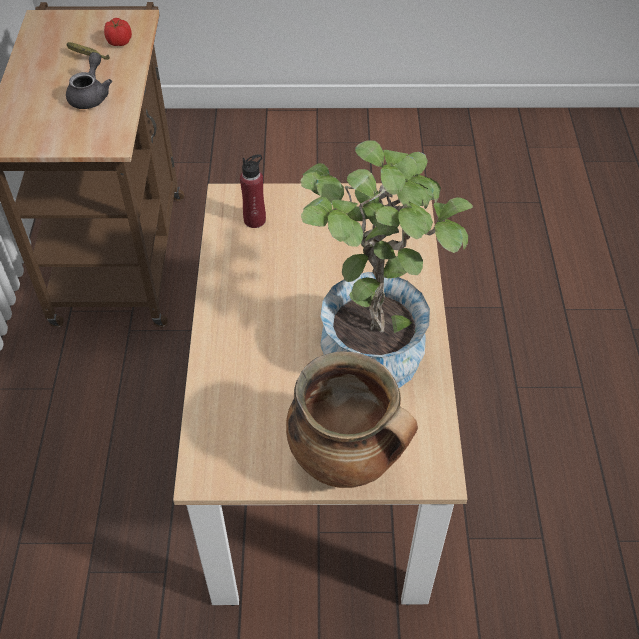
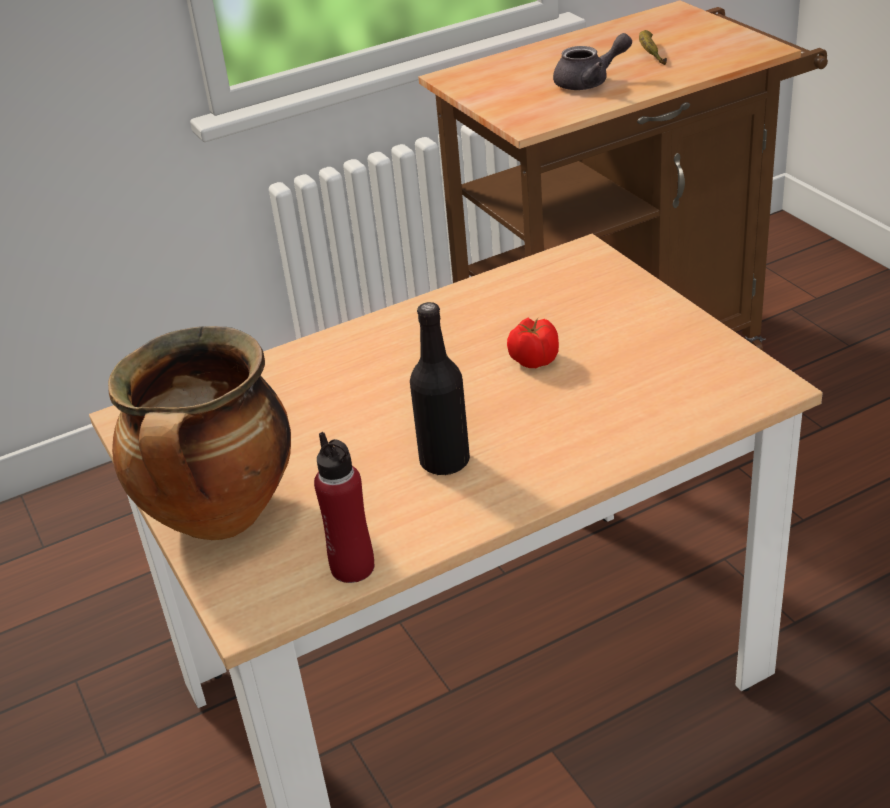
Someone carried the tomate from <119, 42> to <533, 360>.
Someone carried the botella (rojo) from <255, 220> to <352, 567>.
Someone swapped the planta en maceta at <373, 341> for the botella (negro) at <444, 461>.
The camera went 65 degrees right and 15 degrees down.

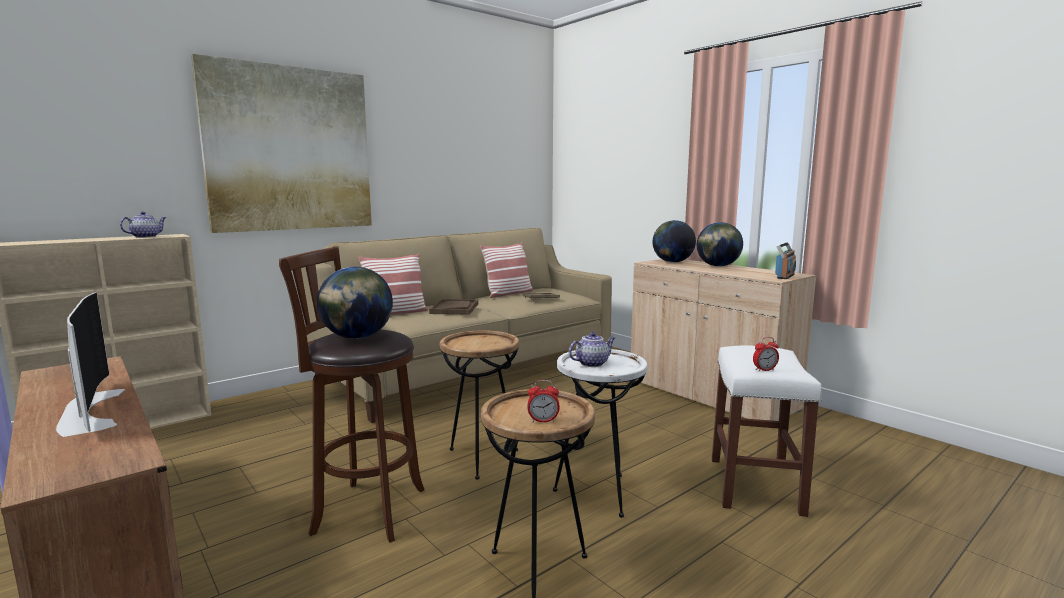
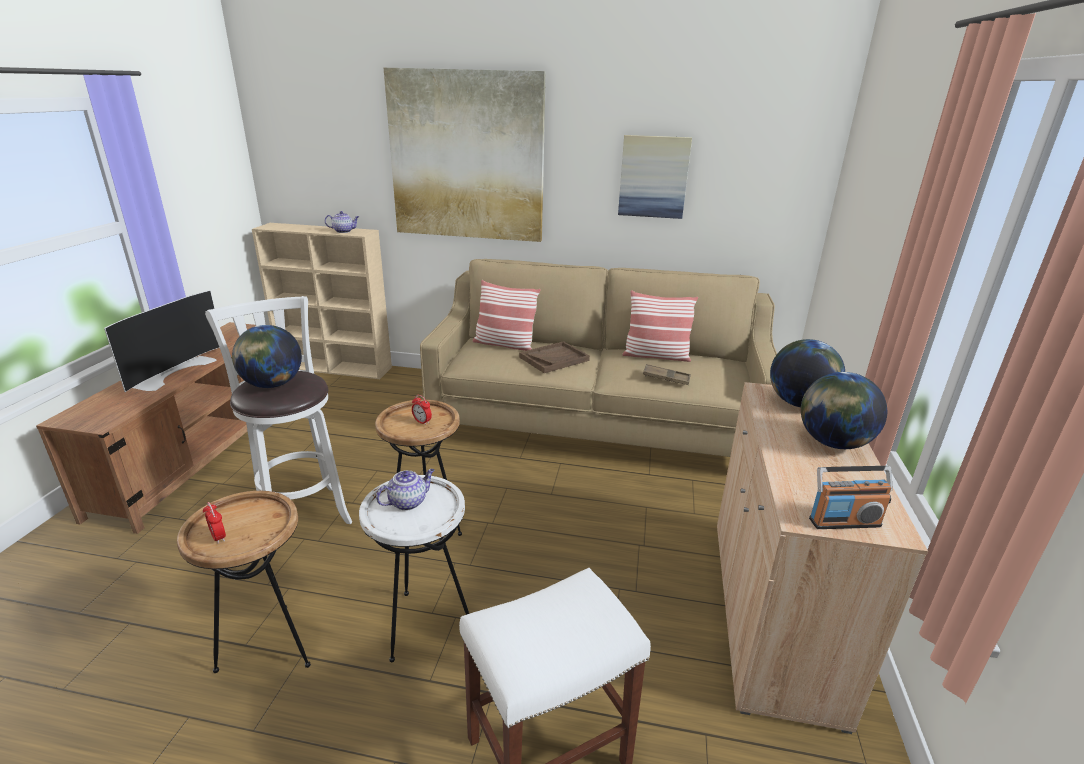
Someone repainted the taburete (marrón) at <363, 510>, which became the taburete (blanco) at <302, 513>.
Someone rotated the tetera at <592, 363> by 60 degrees counterclockwise.
Someone carried the despertador from <764, 370> to <422, 422>.
Someone put up the cuadro at <653, 177>.
The camera went 50 degrees right and 15 degrees up.

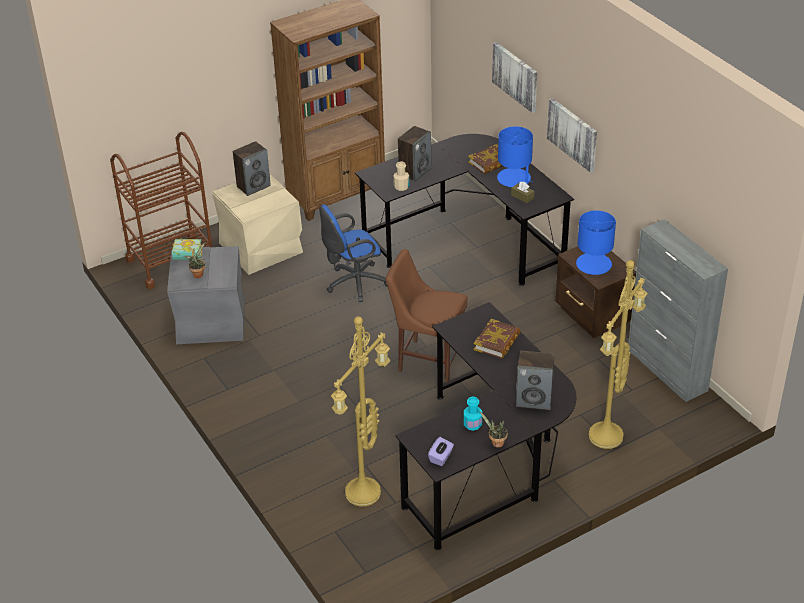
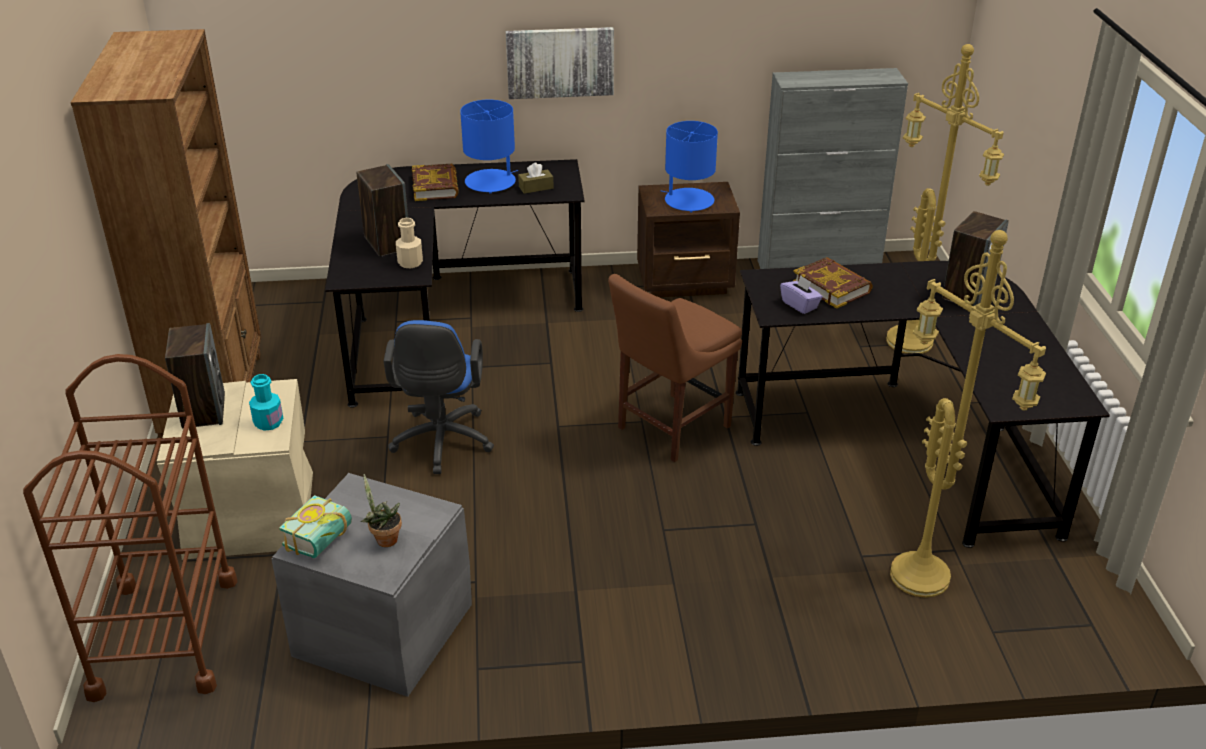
Someone carried the caja de pañuelos (morado) from <441, 457> to <800, 305>.
Someone carried the botella (turquesa) from <472, 424> to <268, 422>.
Someone took away the planta en maceta at <495, 443>.
Someone took away the cuadro at <516, 76>.
The camera went 65 degrees left and 5 degrees down.

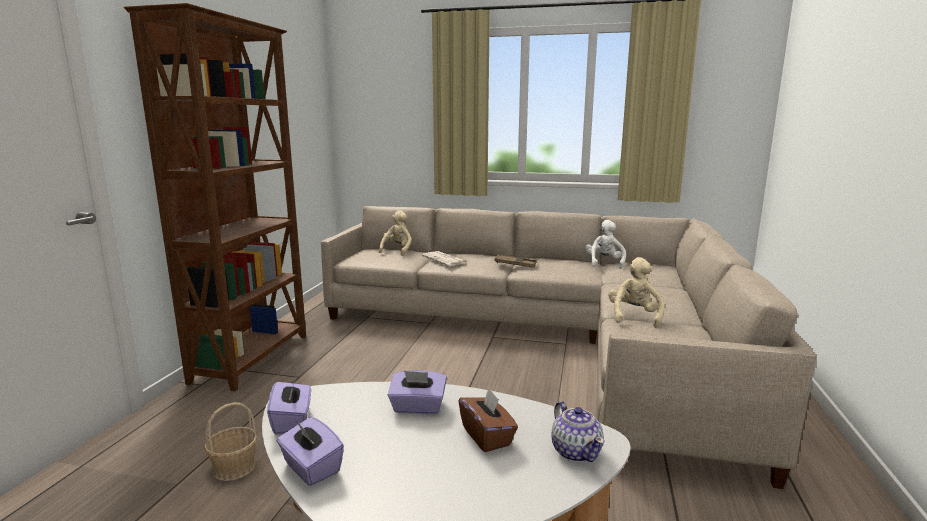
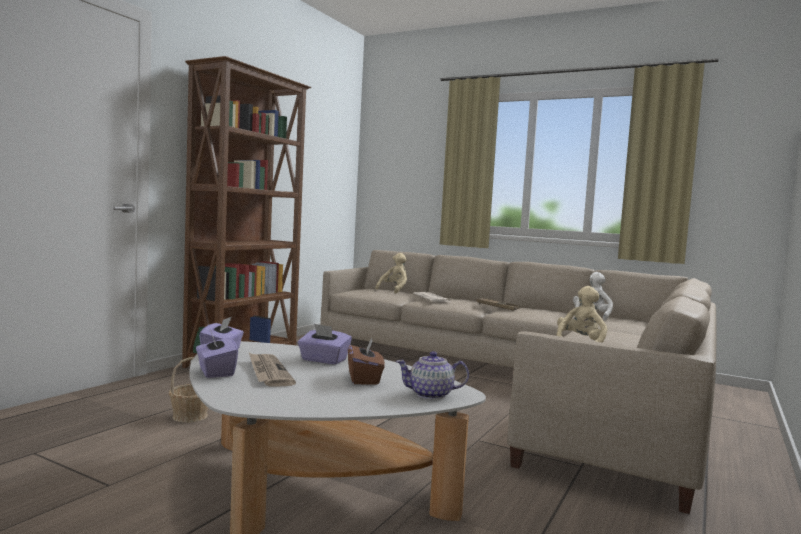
Someone rotated the tetera at <576, 451> by 90 degrees clockwise.
Someone put down the periódico at <268, 372>.
The camera went 15 degrees right and 10 degrees down.

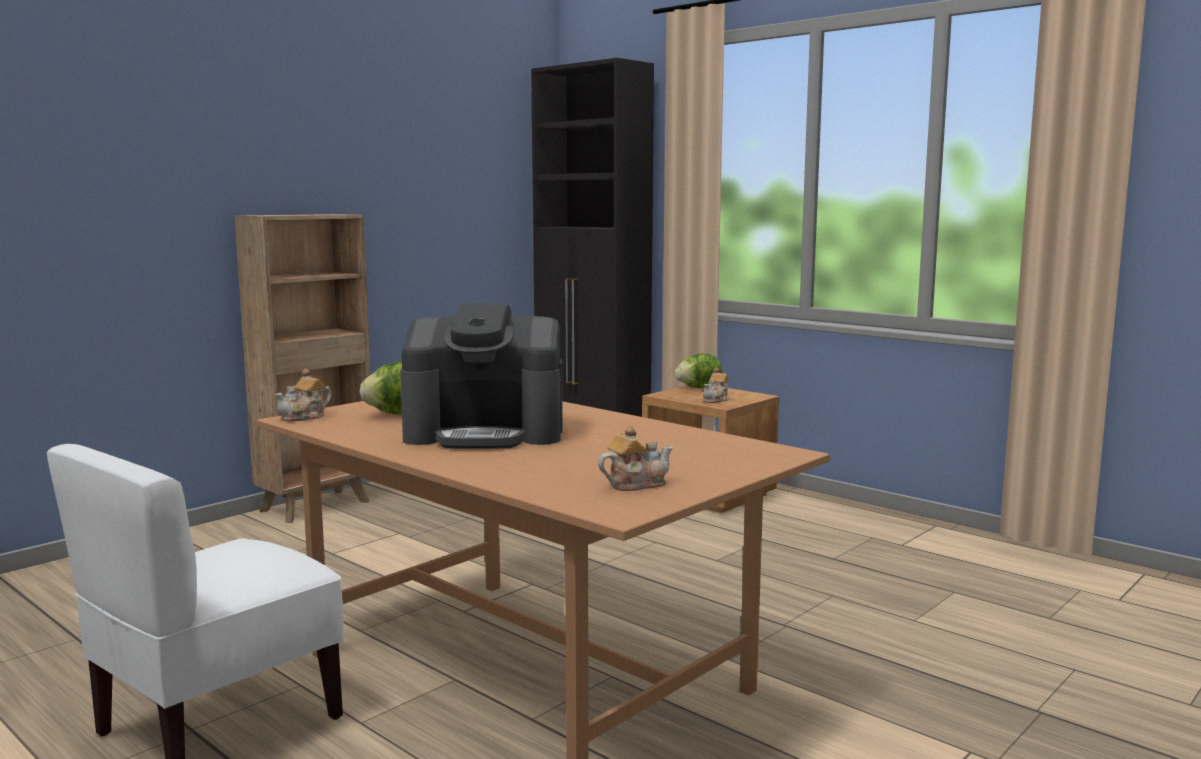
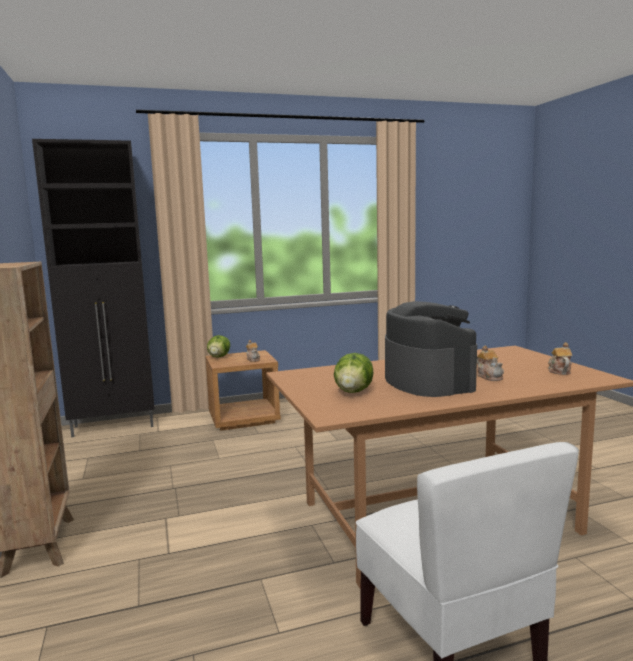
Someone carried the tetera from <305, 417> to <489, 377>.
Someone rotated the cafetera at <486, 433> by 45 degrees counterclockwise.
The camera went 60 degrees left and 0 degrees up.

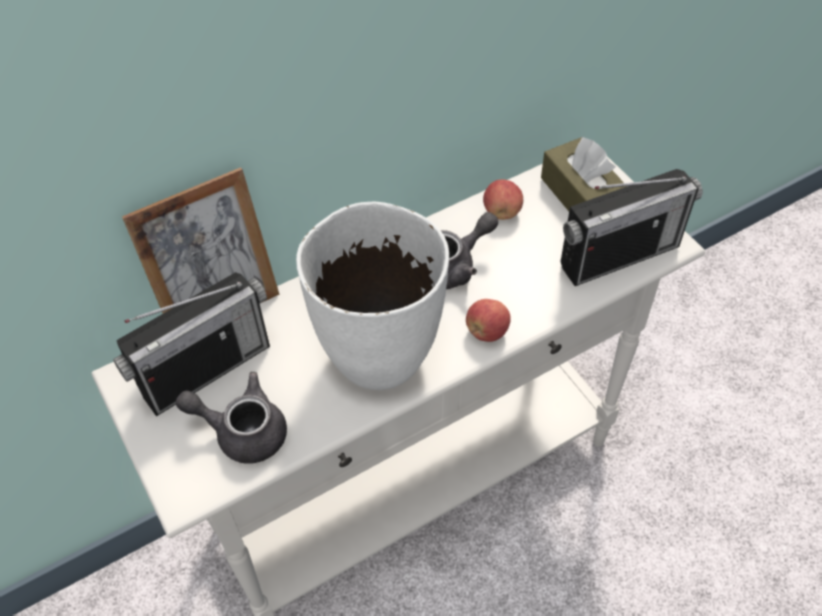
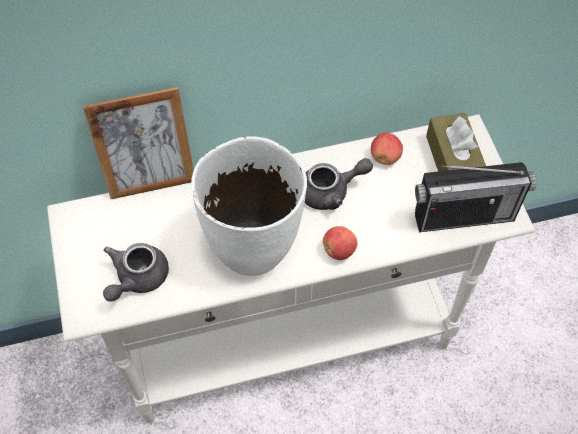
Someone took away the radio at <206, 369>.
Someone rotated the tetera (gris) at <242, 431> by 90 degrees counterclockwise.
The camera went 15 degrees right and 5 degrees up.

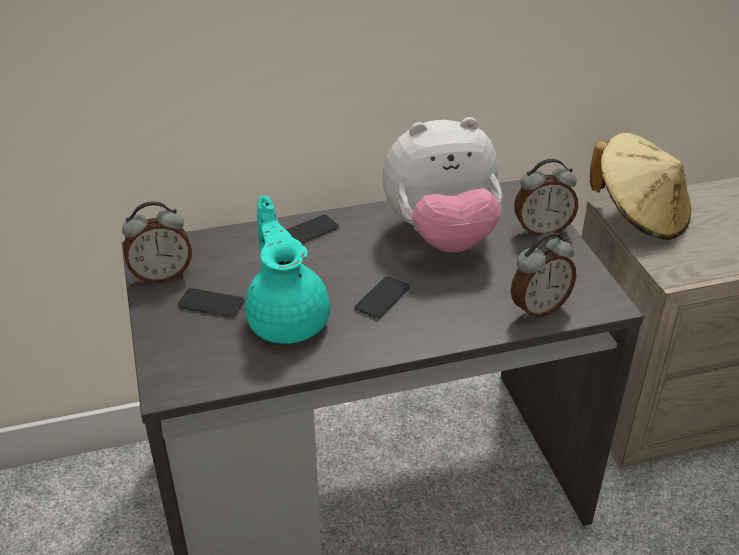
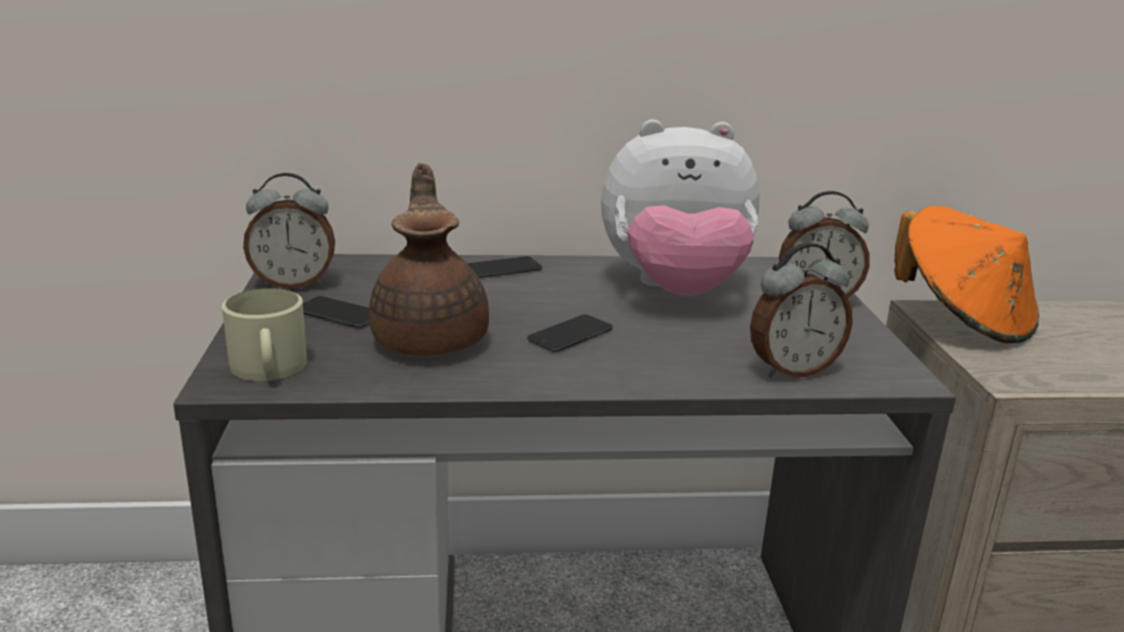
Someone repainted the tetera (turquesa) at <288, 319>, which became the tetera (marrón) at <431, 338>.
Someone repainted the sombrero (beis) at <638, 216>, which became the sombrero (naranja) at <961, 320>.
Someone put down the taza grande (beis) at <269, 368>.
The camera went 10 degrees right and 15 degrees down.

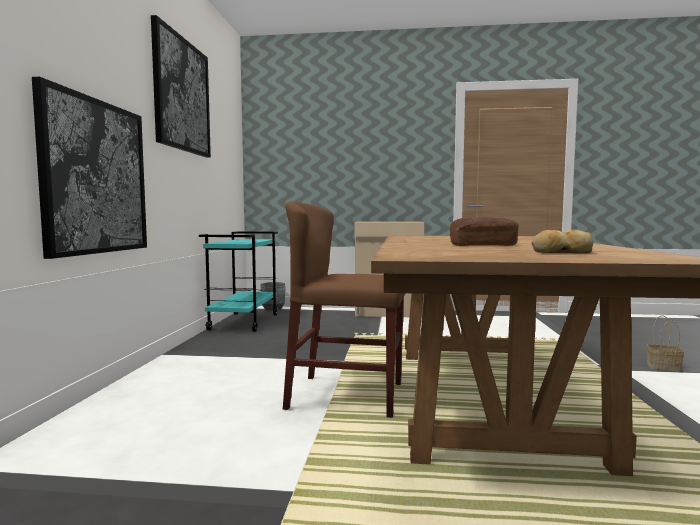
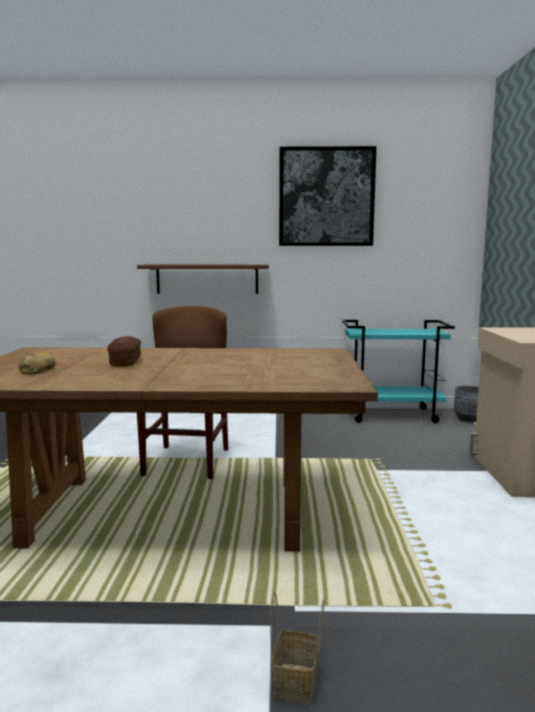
Someone swapped the cuadro at <96, 177> for the estante (marrón) at <207, 279>.
The camera went 85 degrees right and 5 degrees up.

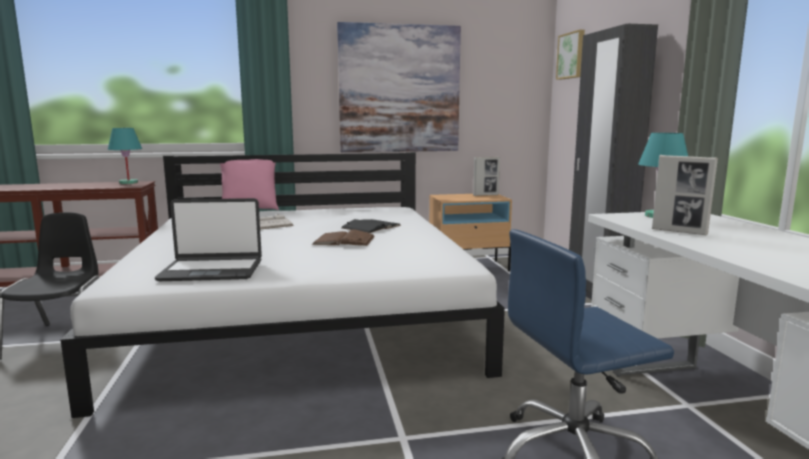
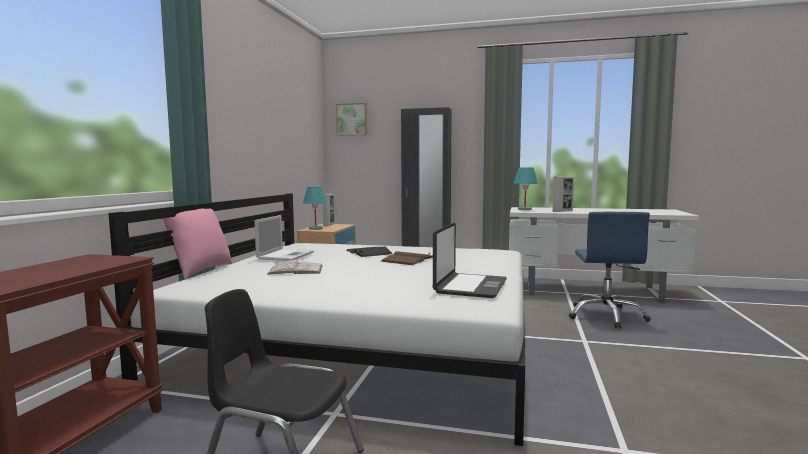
Someone carried the lámpara de mesa (turquesa) from <128, 183> to <315, 228>.
Someone took away the cuadro at <399, 89>.
Someone put down the portátil at <286, 255>.
The camera went 65 degrees left and 5 degrees down.

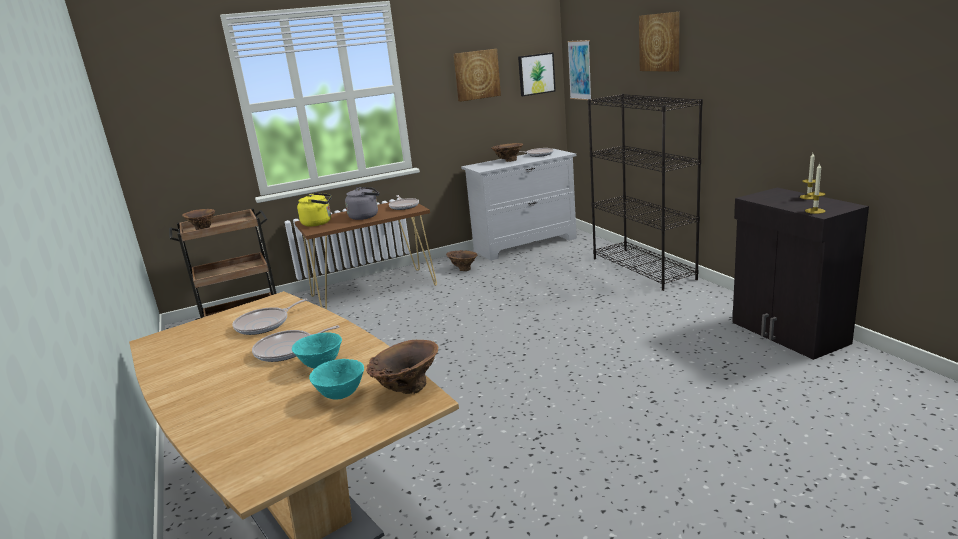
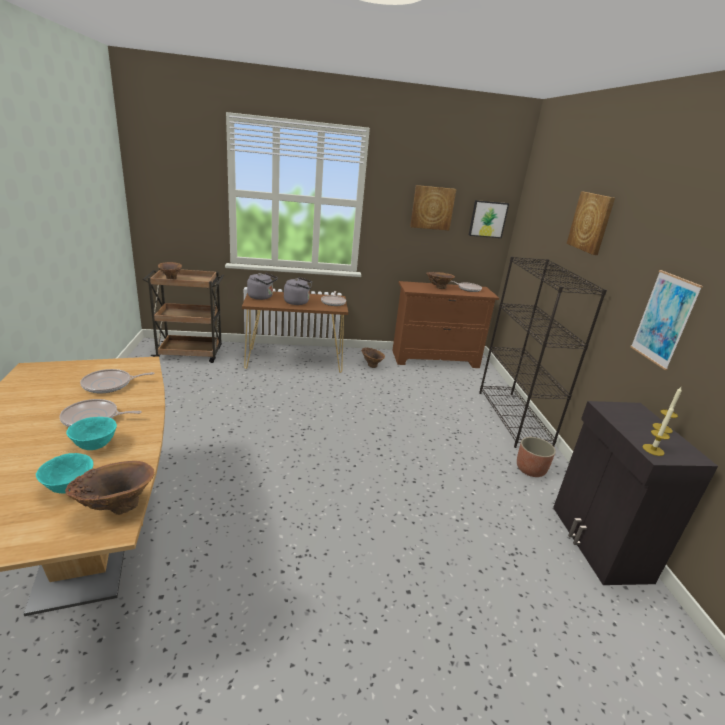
Someone repainted the hervidor (amarillo) at <319, 223>, which became the hervidor (gris) at <262, 297>.
Someone repainted the cómoda (blanco) at <525, 244>, which became the cómoda (marrón) at <435, 359>.
Someone carried the cuadro from <579, 70> to <664, 319>.
Someone put down the maceta at <530, 470>.
The camera went 15 degrees right and 5 degrees up.

